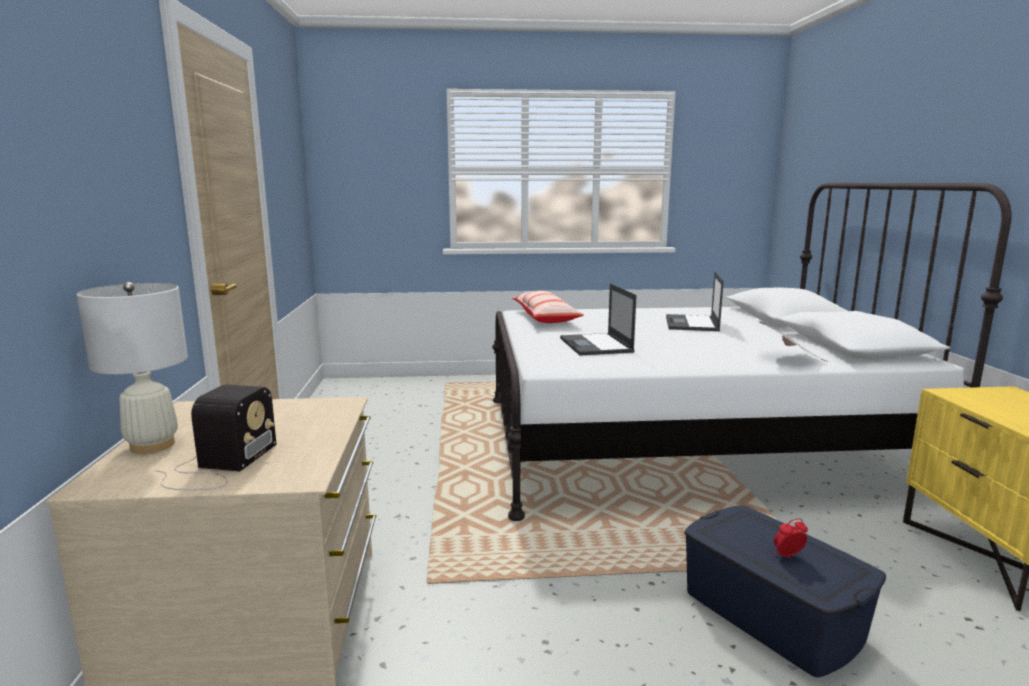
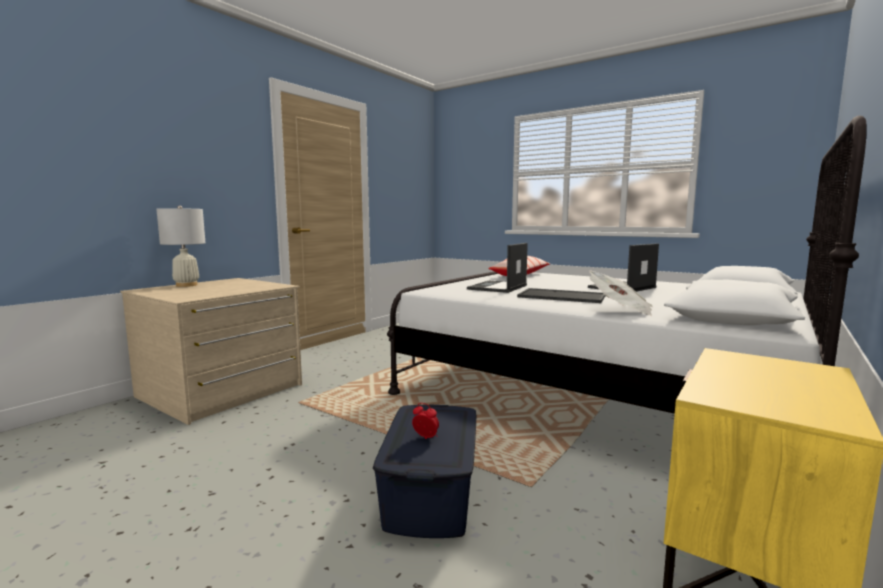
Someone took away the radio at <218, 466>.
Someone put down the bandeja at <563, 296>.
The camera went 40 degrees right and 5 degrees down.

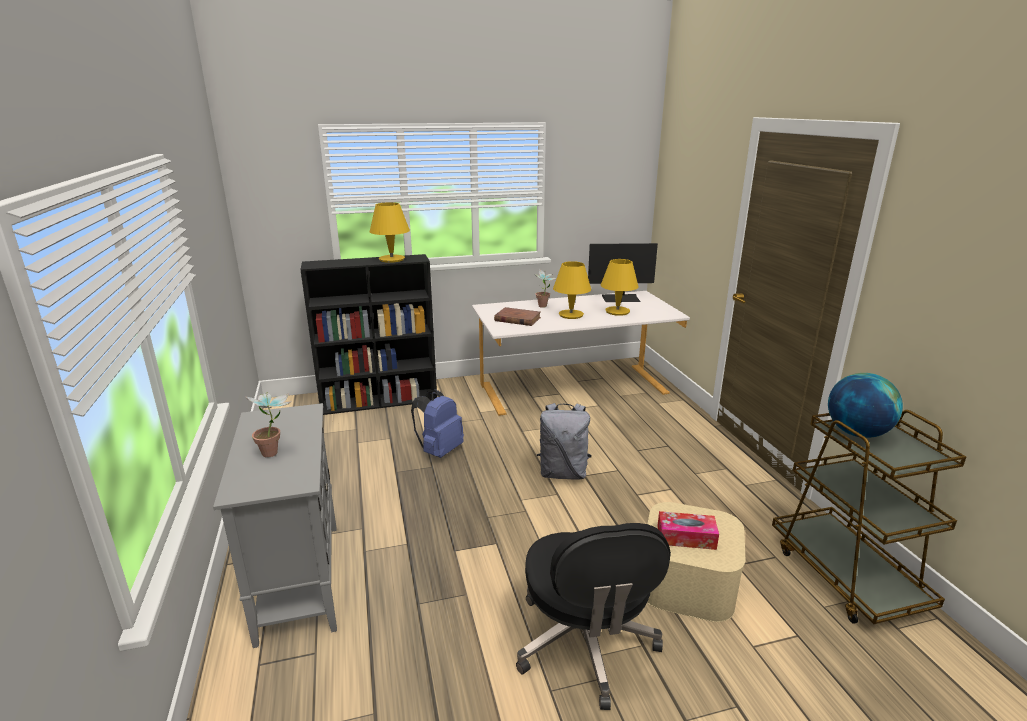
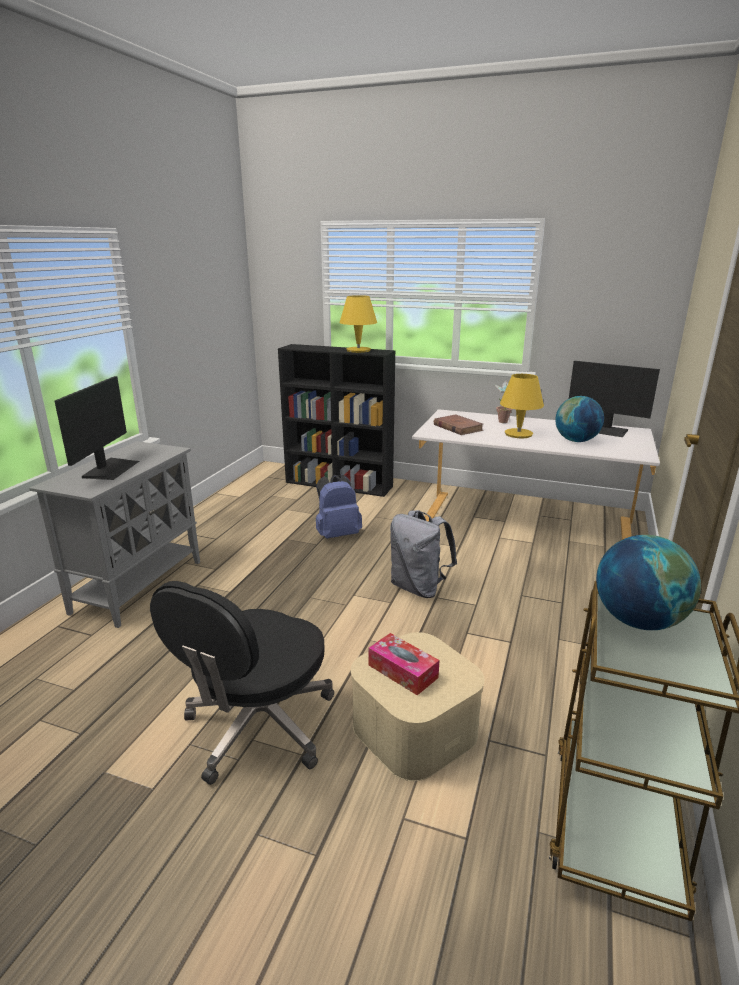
Someone swapped the planta en maceta at <276, 452> for the monitor at <110, 469>.
Someone swapped the lámpara de mesa (amarillo) at <617, 311> for the globo terráqueo at <576, 441>.
The camera went 35 degrees right and 0 degrees up.

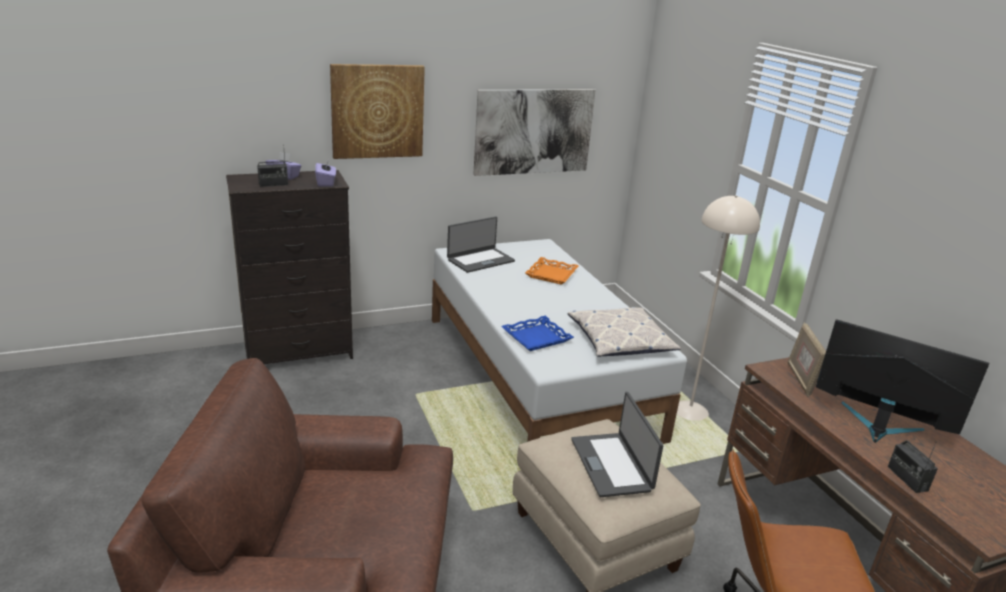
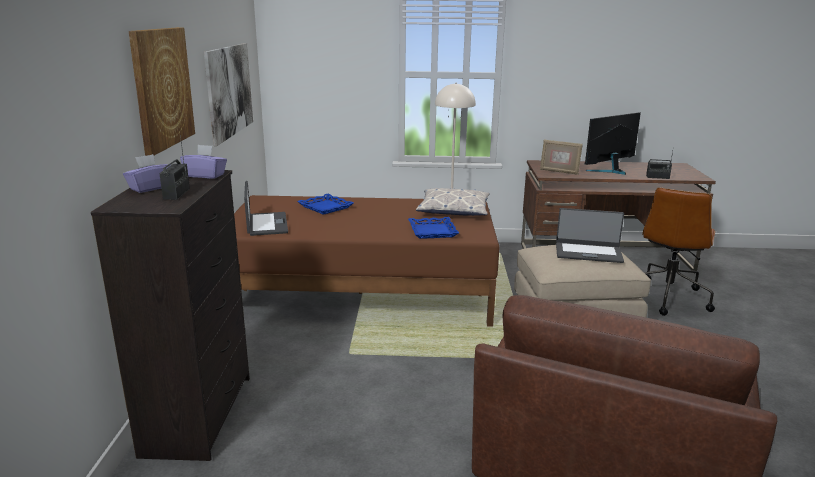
Someone repainted the cama (blanco) at <537, 374>, which became the cama (marrón) at <361, 292>.
Someone repainted the bandeja (naranja) at <552, 274>, which became the bandeja (azul) at <326, 207>.
The camera went 65 degrees left and 5 degrees down.

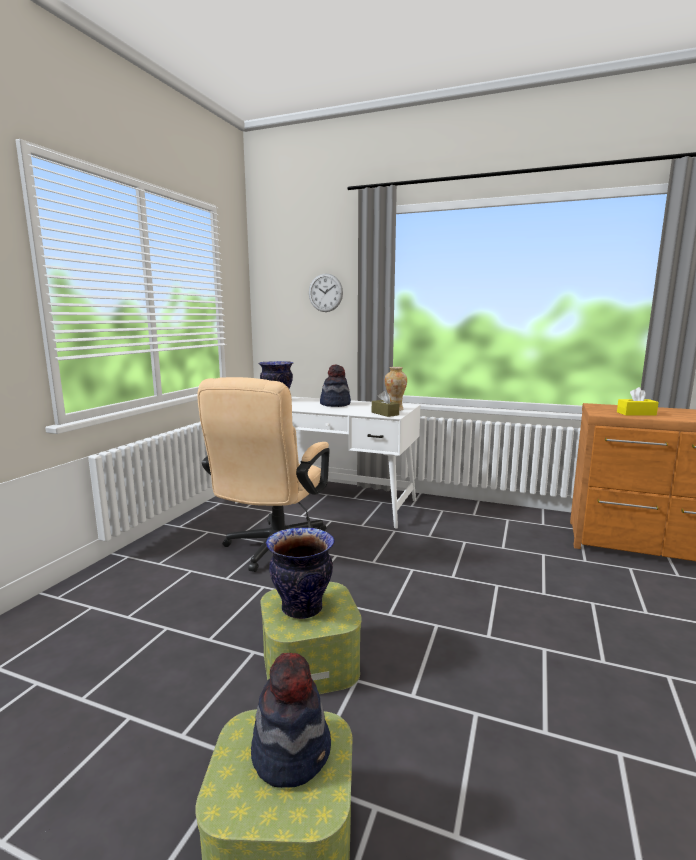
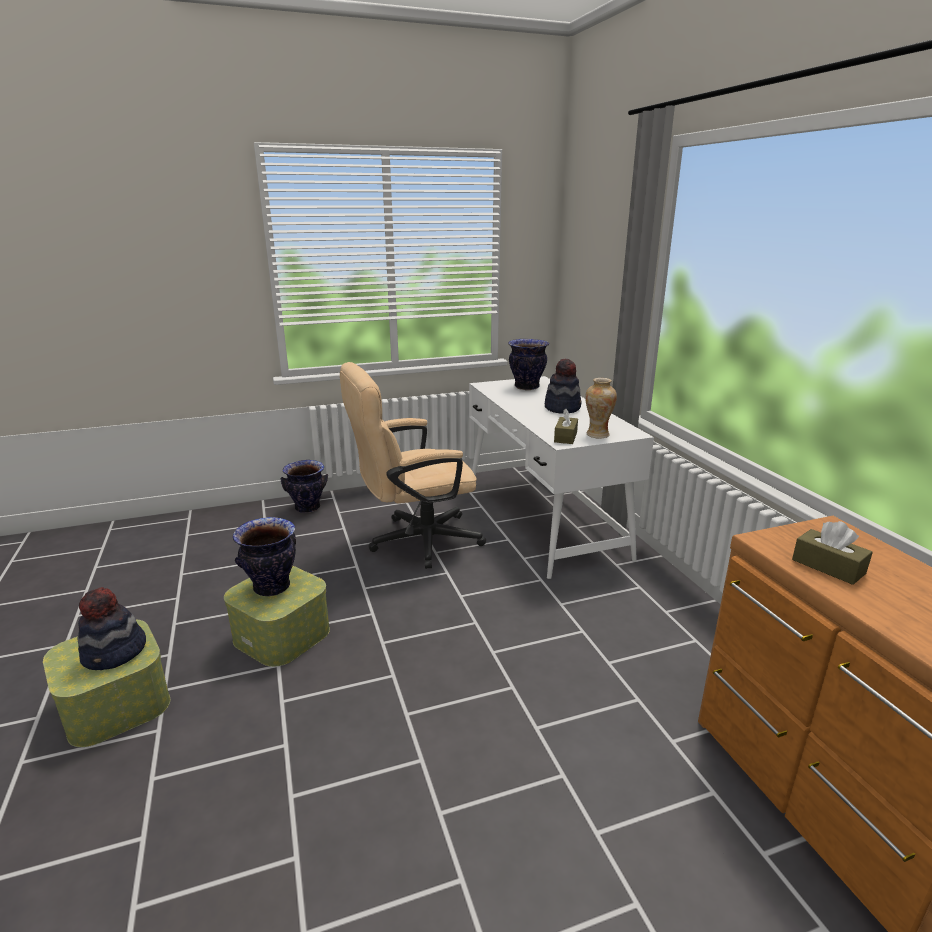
Someone took away the reloj de pared at <325, 293>.
Someone repainted the caja de pañuelos (amarillo) at <636, 413>, which became the caja de pañuelos (marrón) at <828, 566>.
Someone put down the florero at <307, 508>.
The camera went 50 degrees right and 10 degrees up.

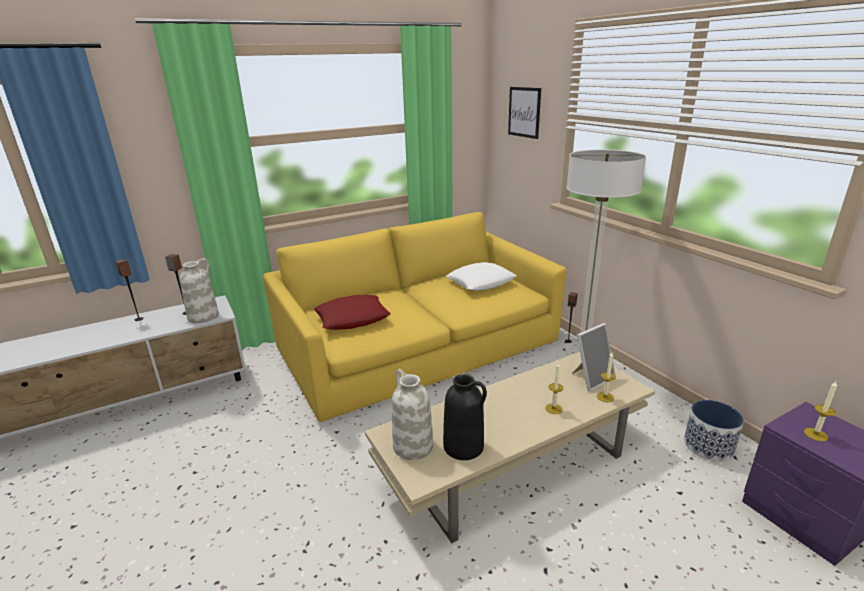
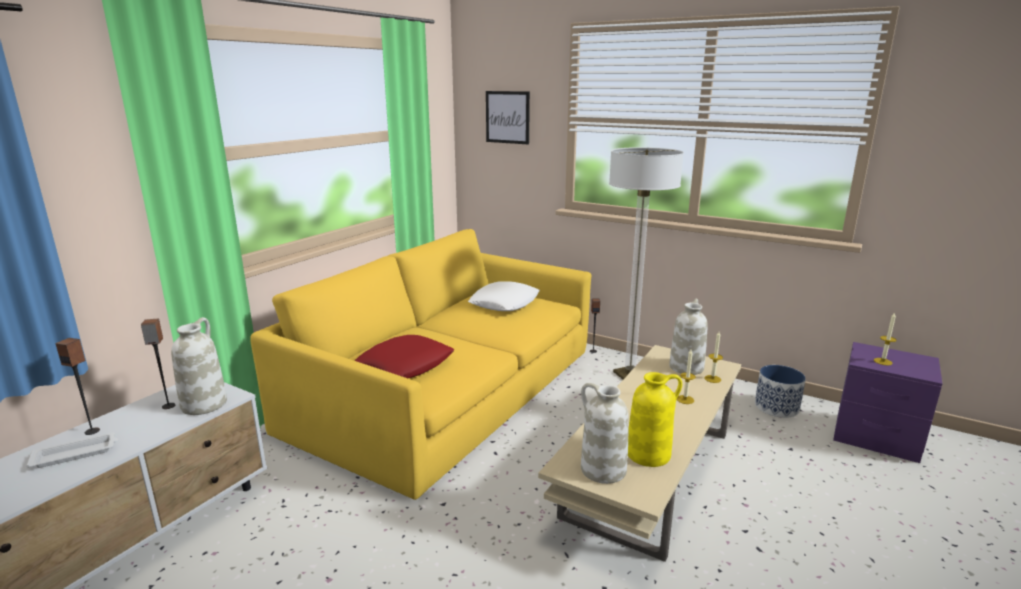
Someone repainted the florero (negro) at <464, 446>, which became the florero (amarillo) at <649, 454>.
Someone swapped the portarretratos at <591, 378> for the florero (blanco) at <686, 367>.
Someone put down the bandeja (blanco) at <76, 454>.
The camera went 30 degrees left and 5 degrees down.

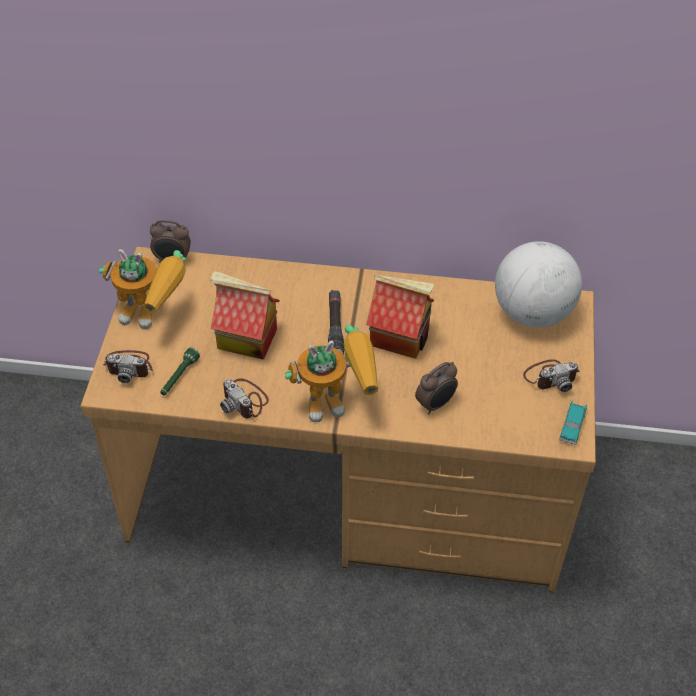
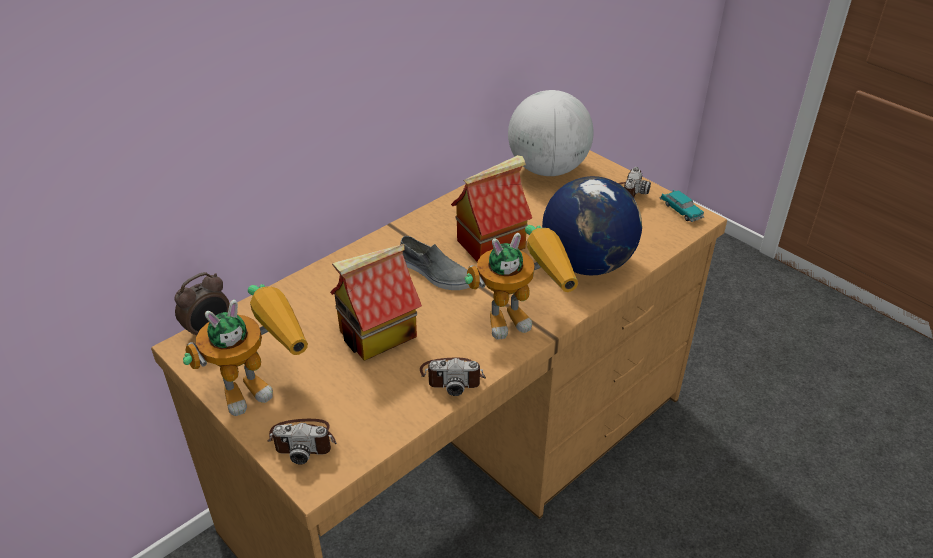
Someone rotated the cámara at <129, 366> by 45 degrees clockwise.
Someone took away the linterna (verde) at <179, 377>.
Someone rotated the robot de juguete at <338, 401> by 45 degrees clockwise.
Someone swapped the linterna (negro) at <335, 327> for the zapato (gris) at <434, 273>.
Someone swapped the despertador at <436, 404> for the globo terráqueo at <587, 264>.
The camera went 50 degrees left and 10 degrees down.

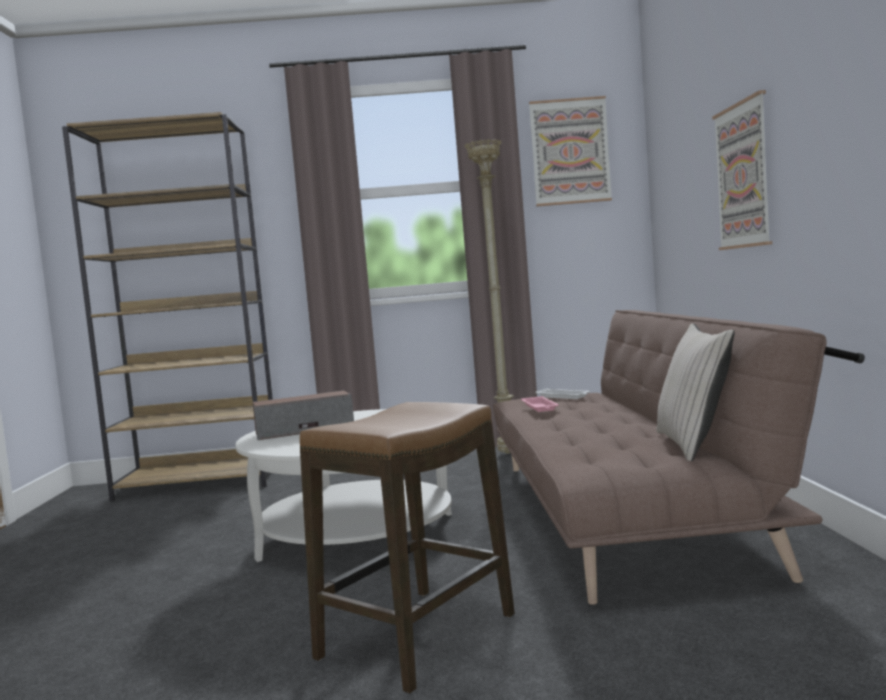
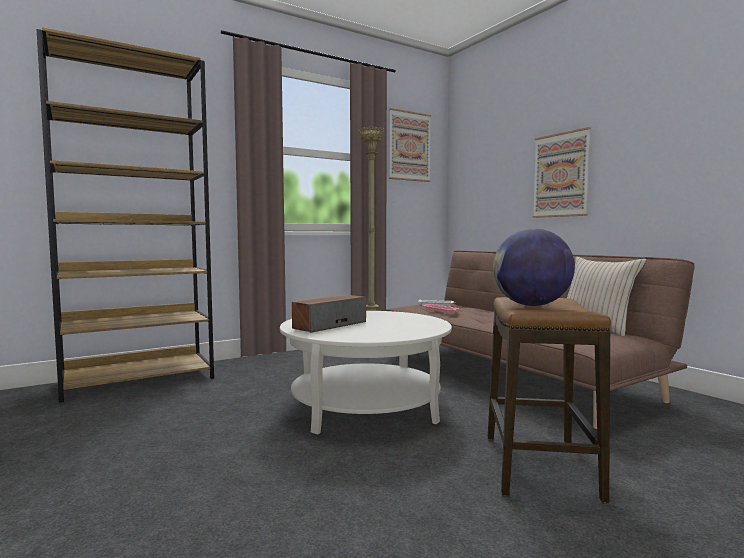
Someone put down the globo terráqueo at <531, 305>.
The camera went 30 degrees left and 0 degrees up.

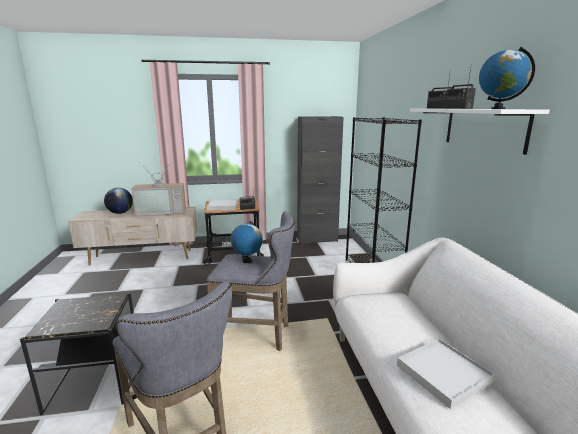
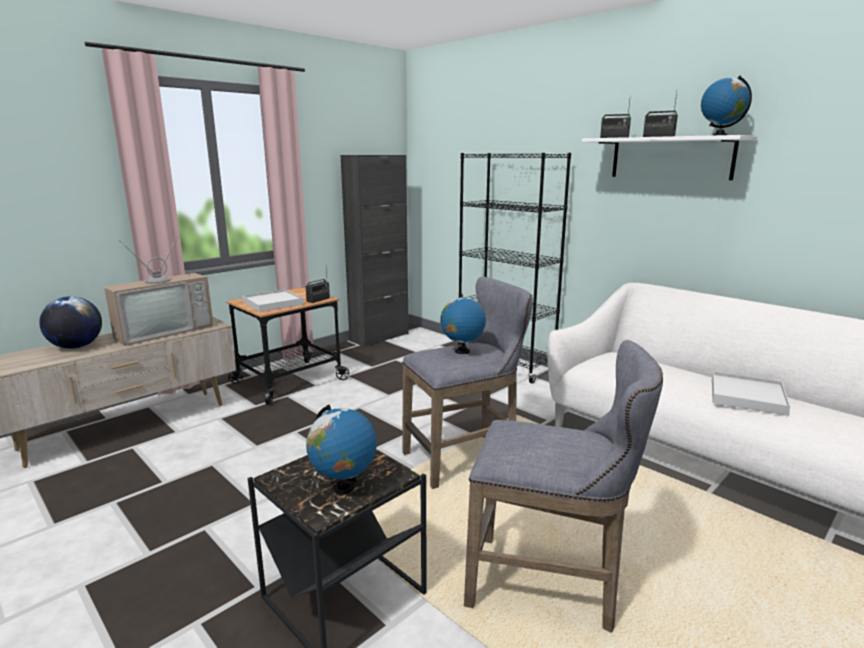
Someone put down the globo terráqueo at <344, 488>.
The camera went 35 degrees left and 0 degrees up.

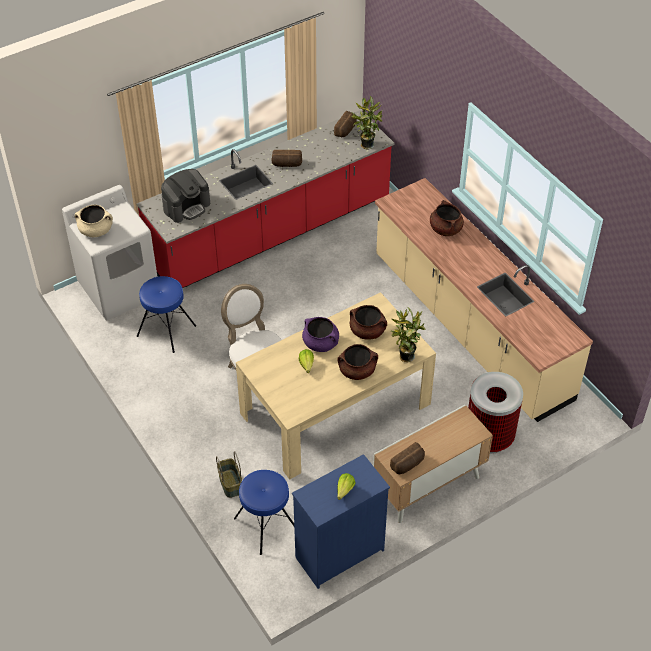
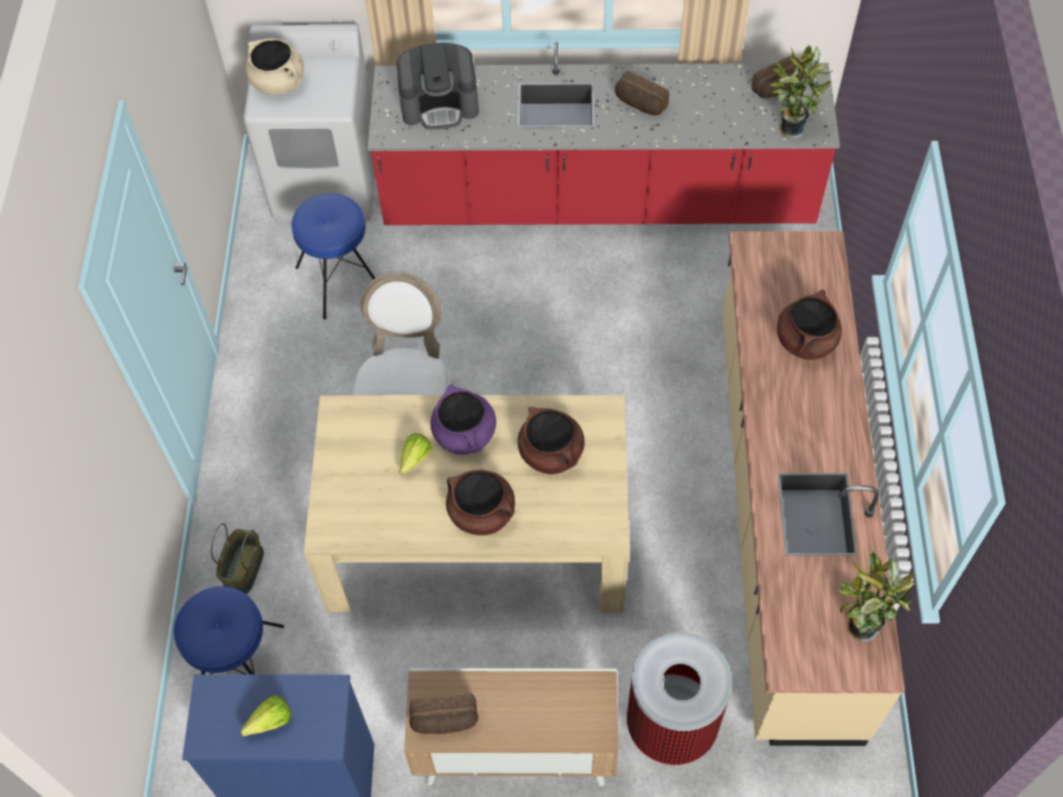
Someone carried the planta en maceta from <404, 356> to <858, 625>.
The camera went 35 degrees right and 10 degrees up.

